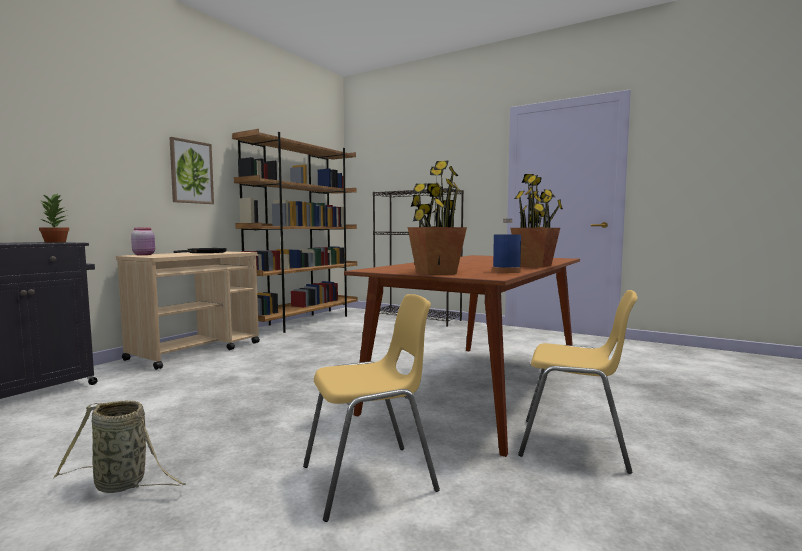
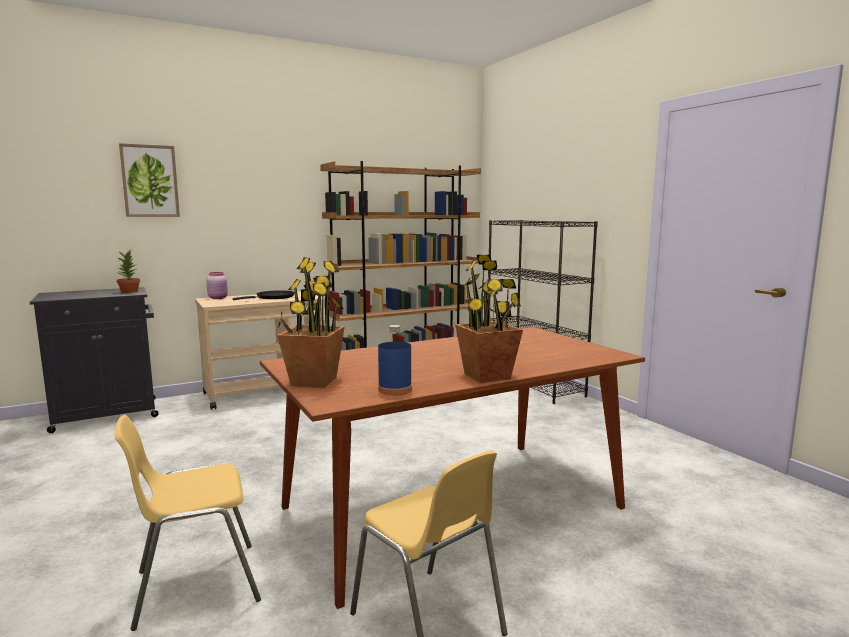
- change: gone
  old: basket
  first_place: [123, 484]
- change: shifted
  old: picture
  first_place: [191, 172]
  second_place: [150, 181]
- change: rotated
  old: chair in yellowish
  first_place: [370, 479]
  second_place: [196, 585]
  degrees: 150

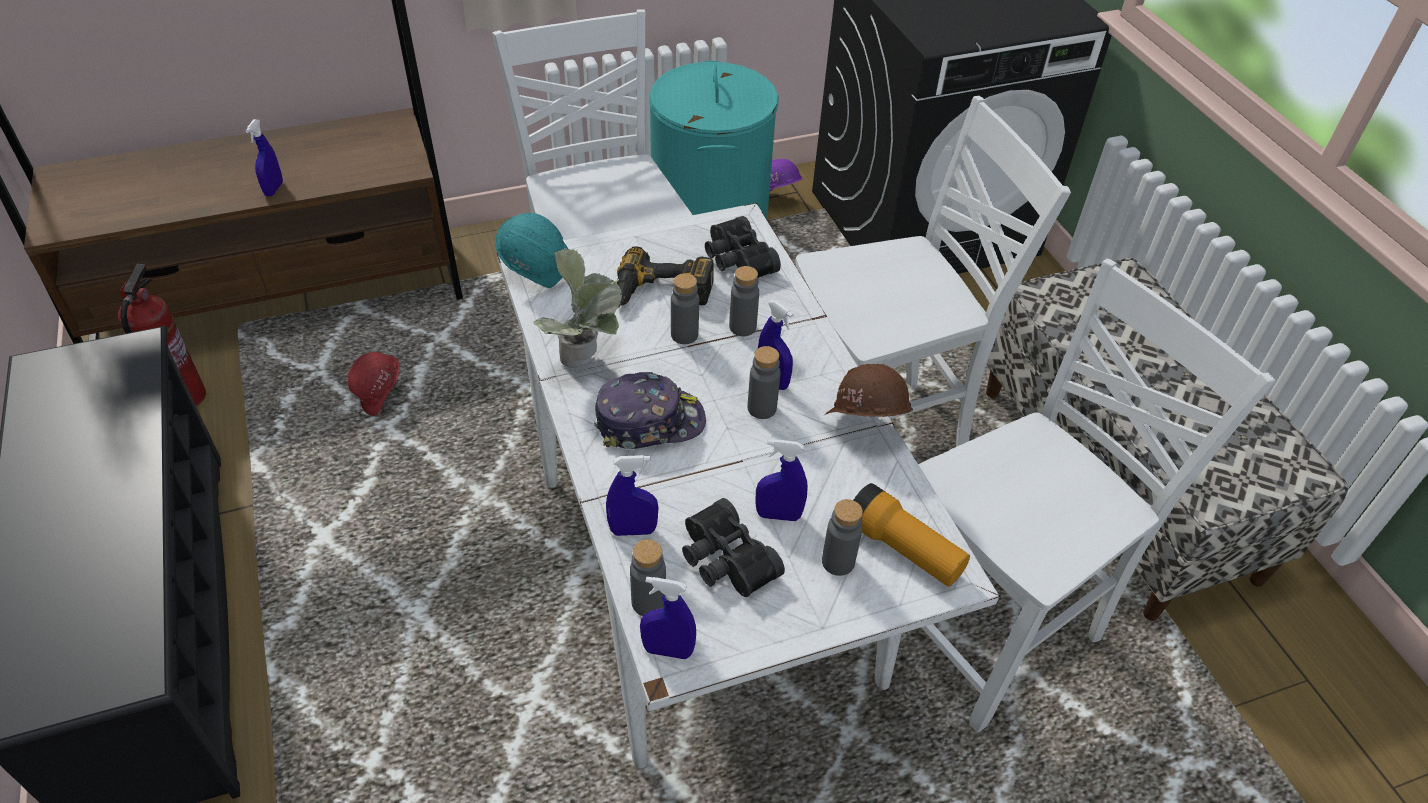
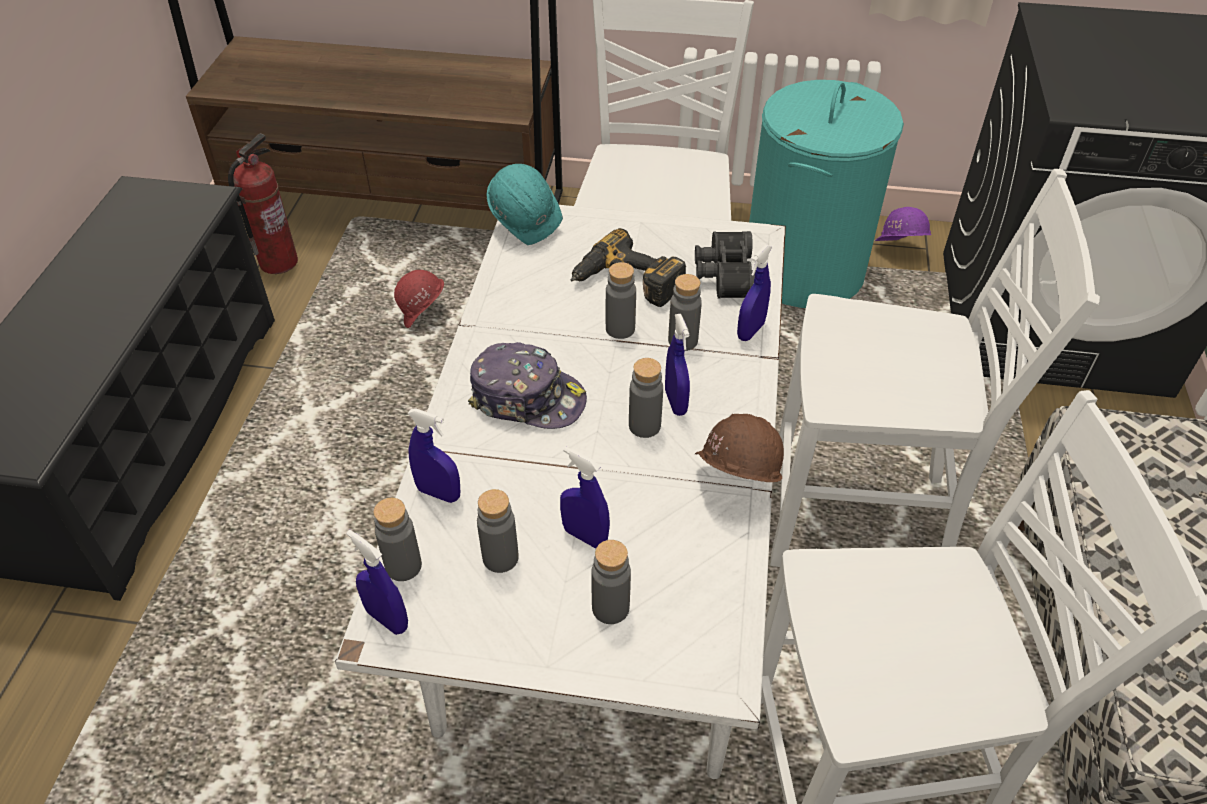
- change: shifted
  old: sprayer in blue-coloured
  first_place: [274, 189]
  second_place: [750, 331]
- change: gone
  old: plant in a pot
  first_place: [587, 360]
- change: swapped
  old: pair of binoculars in black
  new: bottle in grey
  first_place: [724, 561]
  second_place: [500, 558]
- change: gone
  old: hand torch
  first_place: [903, 549]

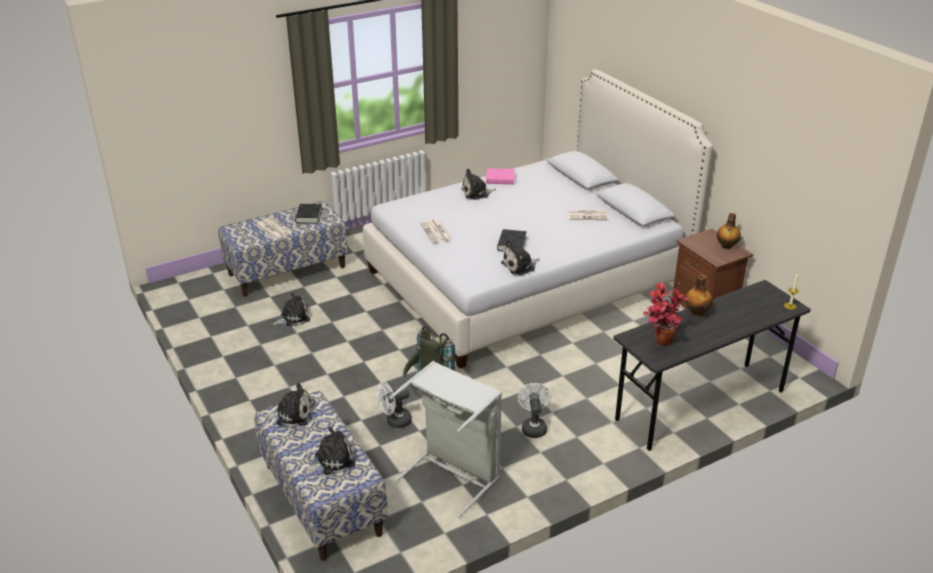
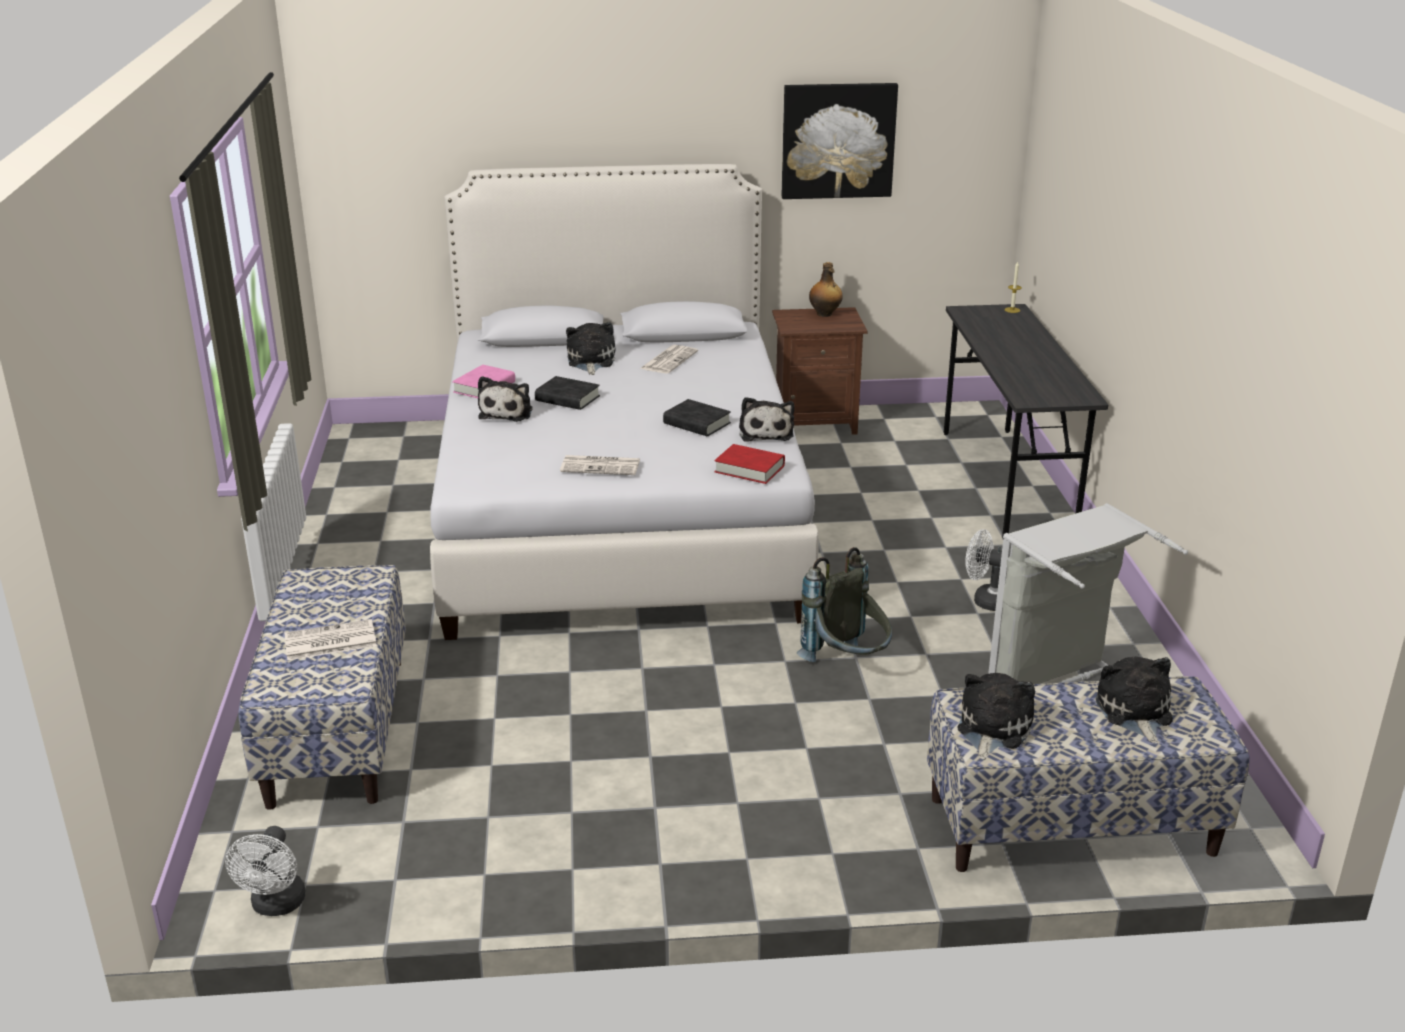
- change: shifted
  old: soft toy
  first_place: [293, 317]
  second_place: [590, 361]
- change: shifted
  old: bound book in black
  first_place: [308, 216]
  second_place: [567, 398]
- change: shifted
  old: electric fan in whitish
  first_place: [394, 421]
  second_place: [276, 906]
- change: gone
  old: plant in a pot
  first_place: [659, 343]
- change: gone
  old: bottle
  first_place: [697, 312]
- change: new
  new: bound book in red
  second_place: [749, 469]
- change: new
  new: picture
  second_place: [838, 140]

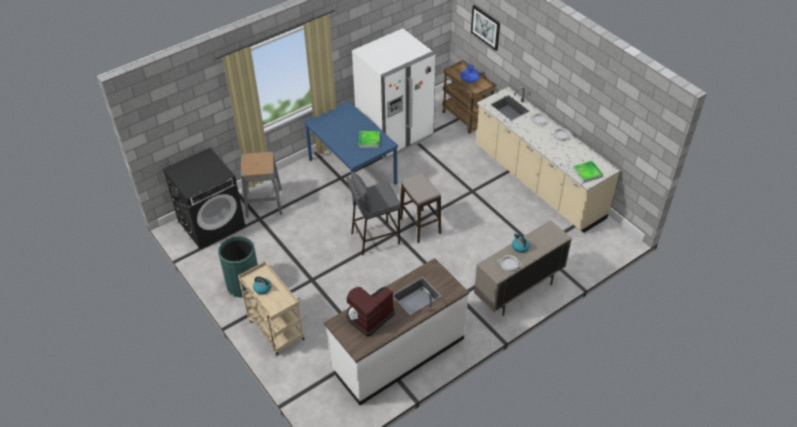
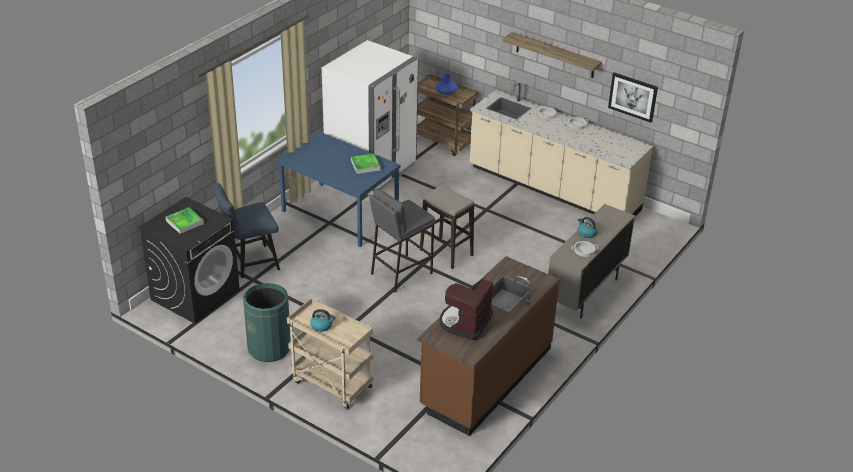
- change: swapped
  old: stool in grey
  new: chair in blue-coloured
  first_place: [264, 203]
  second_place: [250, 263]
- change: repainted
  old: kitchen counter in whitish
  new: kitchen counter in brown-coloured
  first_place: [398, 353]
  second_place: [485, 377]
- change: shifted
  old: picture
  first_place: [485, 27]
  second_place: [633, 97]
- change: shifted
  old: serving tray
  first_place: [587, 173]
  second_place: [184, 222]
- change: new
  new: bracket shelf
  second_place: [555, 55]

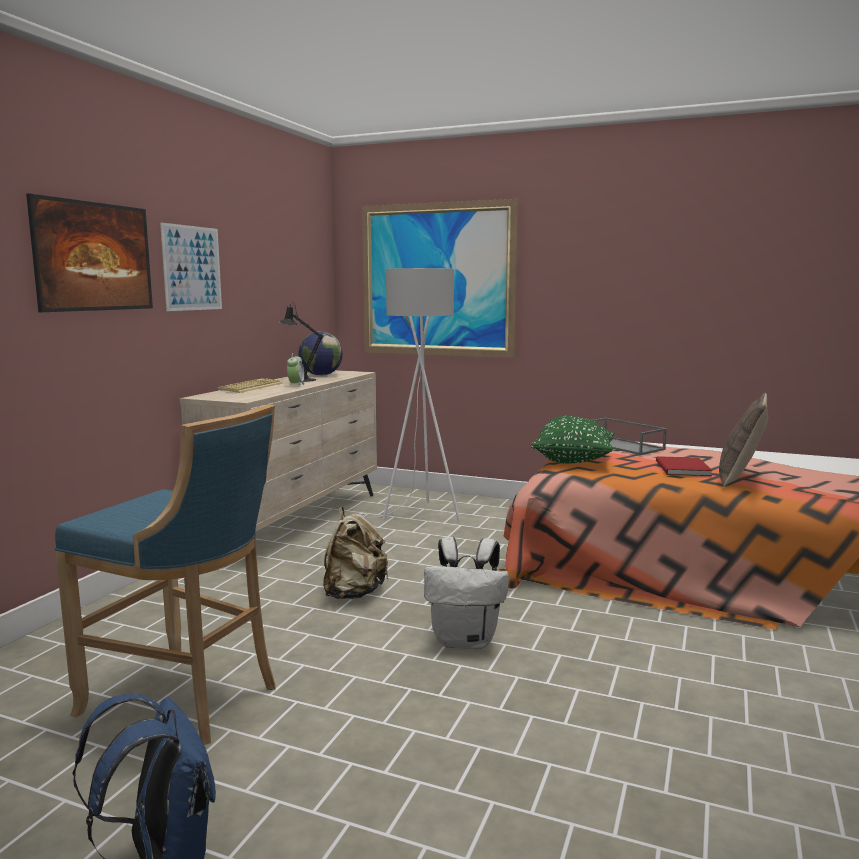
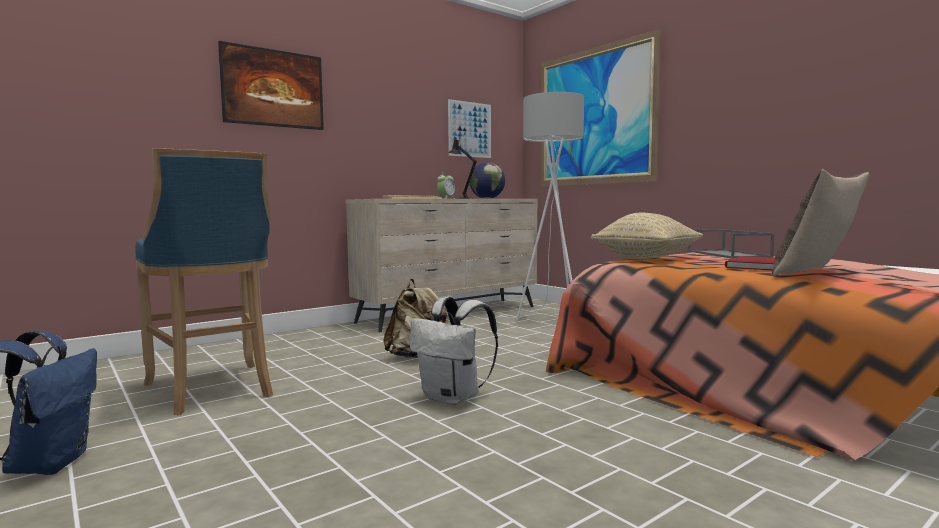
- change: shifted
  old: picture
  first_place: [192, 268]
  second_place: [470, 129]
- change: repainted
  old: pillow in greenish
  new: pillow in sand-coloured
  first_place: [573, 461]
  second_place: [646, 259]

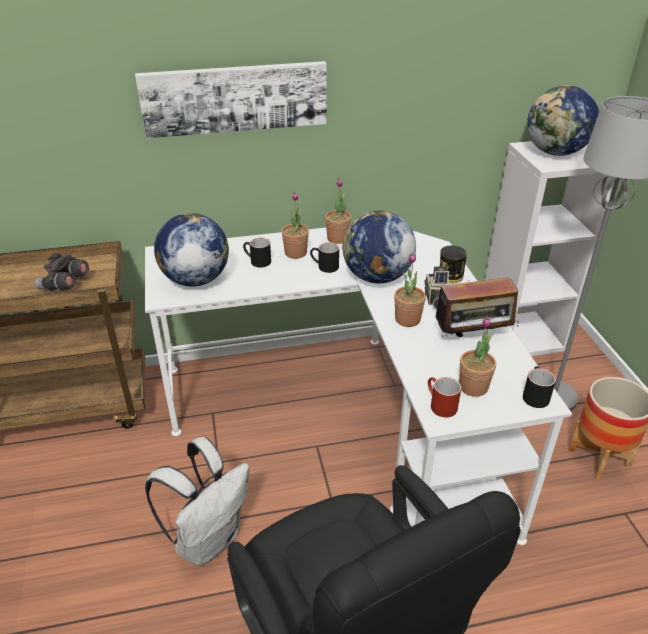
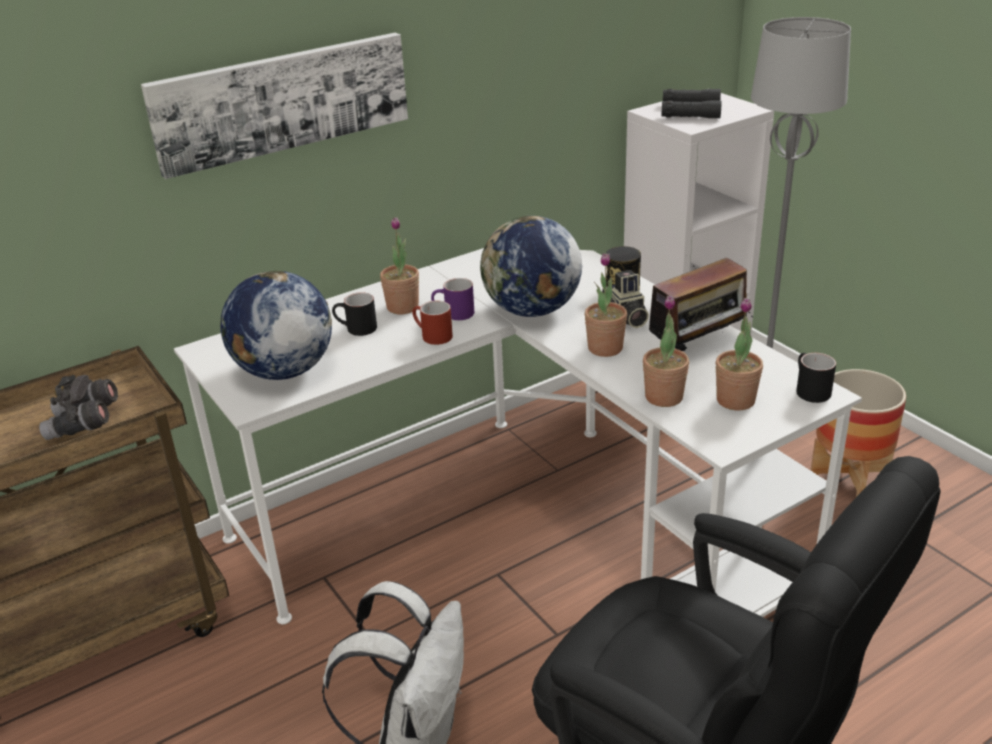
- change: repainted
  old: mug in black
  new: mug in purple-coloured
  first_place: [324, 267]
  second_place: [453, 314]
- change: shifted
  old: plant in a pot
  first_place: [337, 238]
  second_place: [664, 397]
- change: shifted
  old: mug in red
  first_place: [439, 405]
  second_place: [431, 336]
- change: swapped
  old: desk globe
  new: pair of binoculars in black
  first_place: [555, 153]
  second_place: [690, 111]

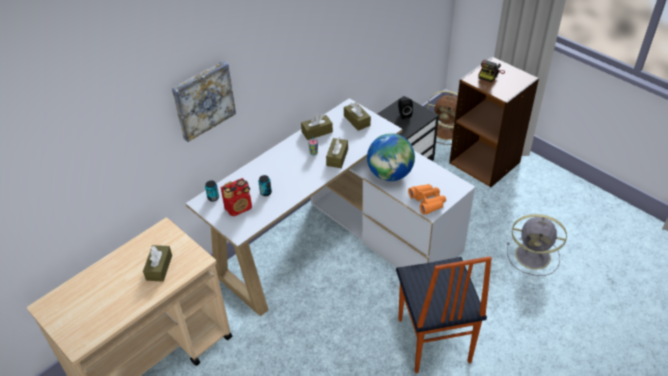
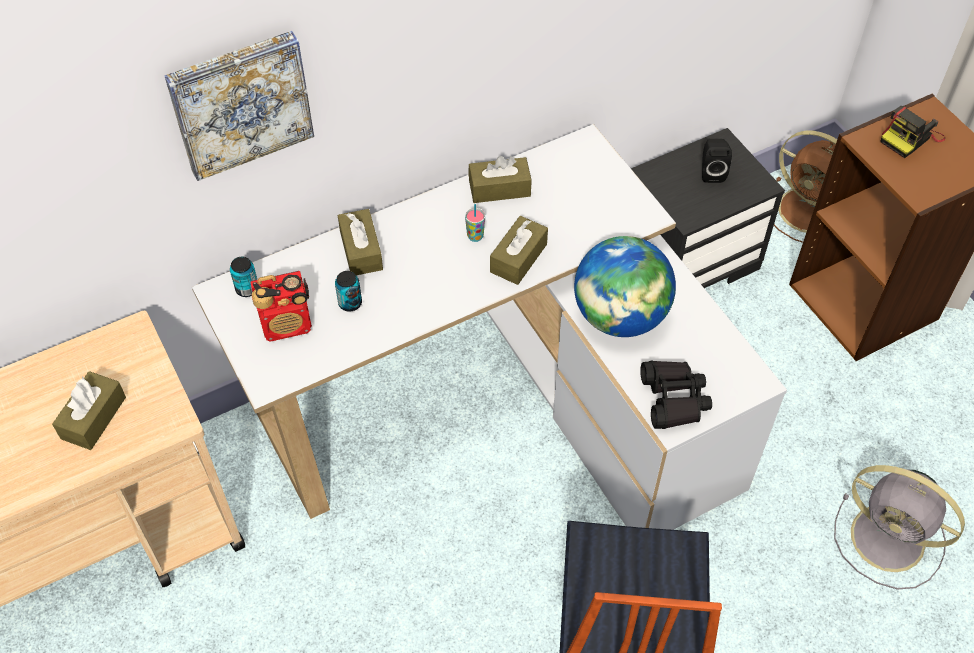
- change: shifted
  old: tissue holder in brown-coloured
  first_place: [357, 121]
  second_place: [361, 250]
- change: repainted
  old: pair of binoculars in orange-coloured
  new: pair of binoculars in black
  first_place: [427, 201]
  second_place: [674, 399]

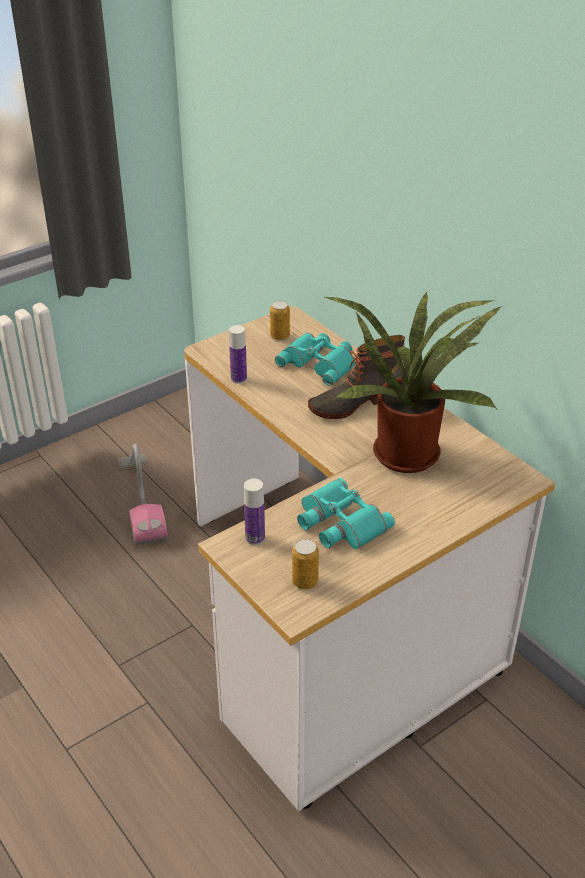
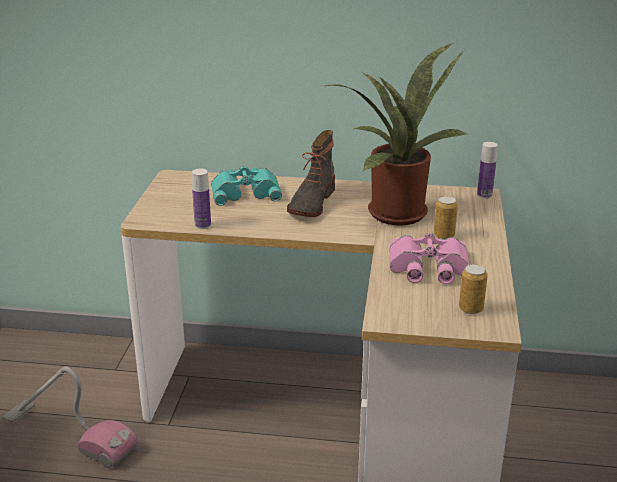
- change: shifted
  old: bottle
  first_place: [255, 538]
  second_place: [484, 195]
- change: shifted
  old: sealed can
  first_place: [280, 336]
  second_place: [444, 235]
- change: repainted
  old: pair of binoculars in turquoise
  new: pair of binoculars in pink
  first_place: [339, 522]
  second_place: [428, 267]

